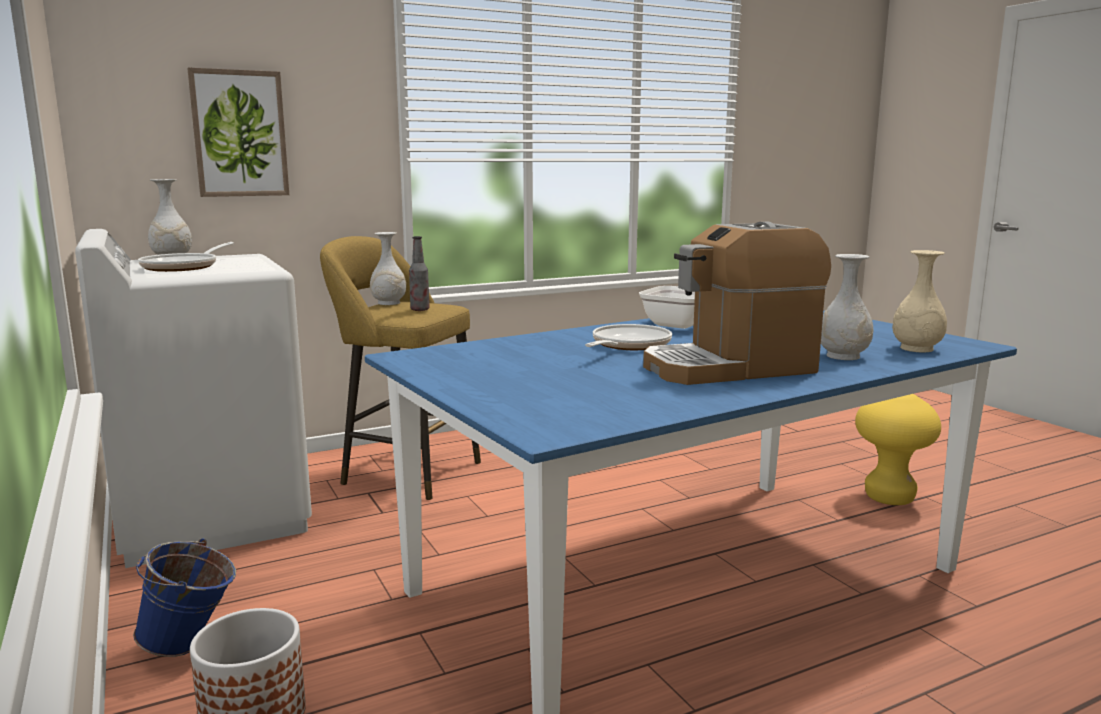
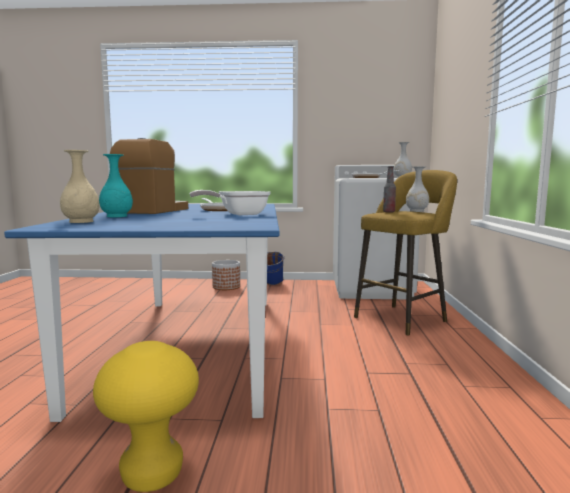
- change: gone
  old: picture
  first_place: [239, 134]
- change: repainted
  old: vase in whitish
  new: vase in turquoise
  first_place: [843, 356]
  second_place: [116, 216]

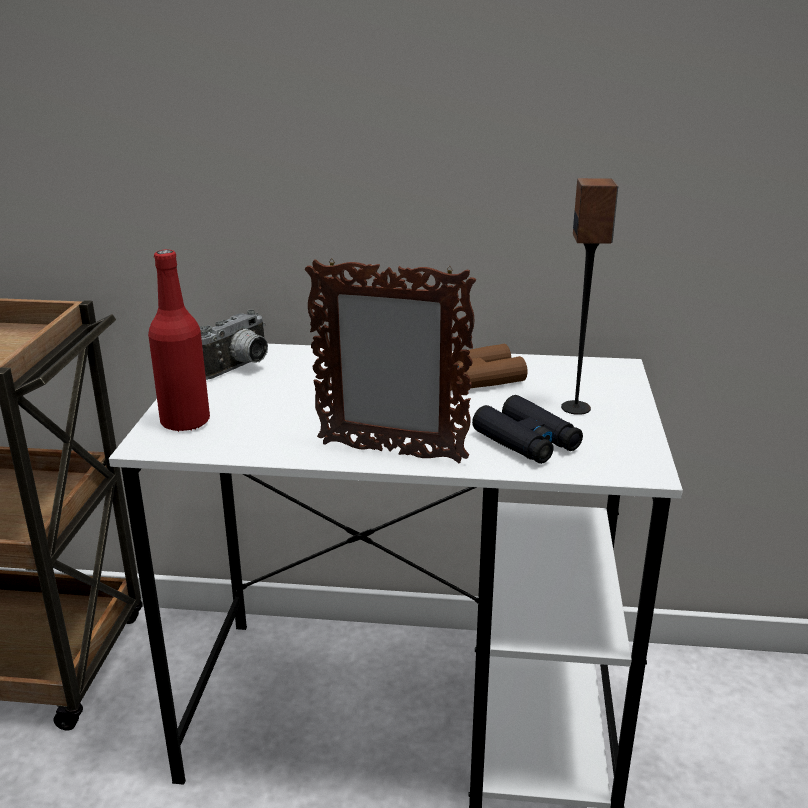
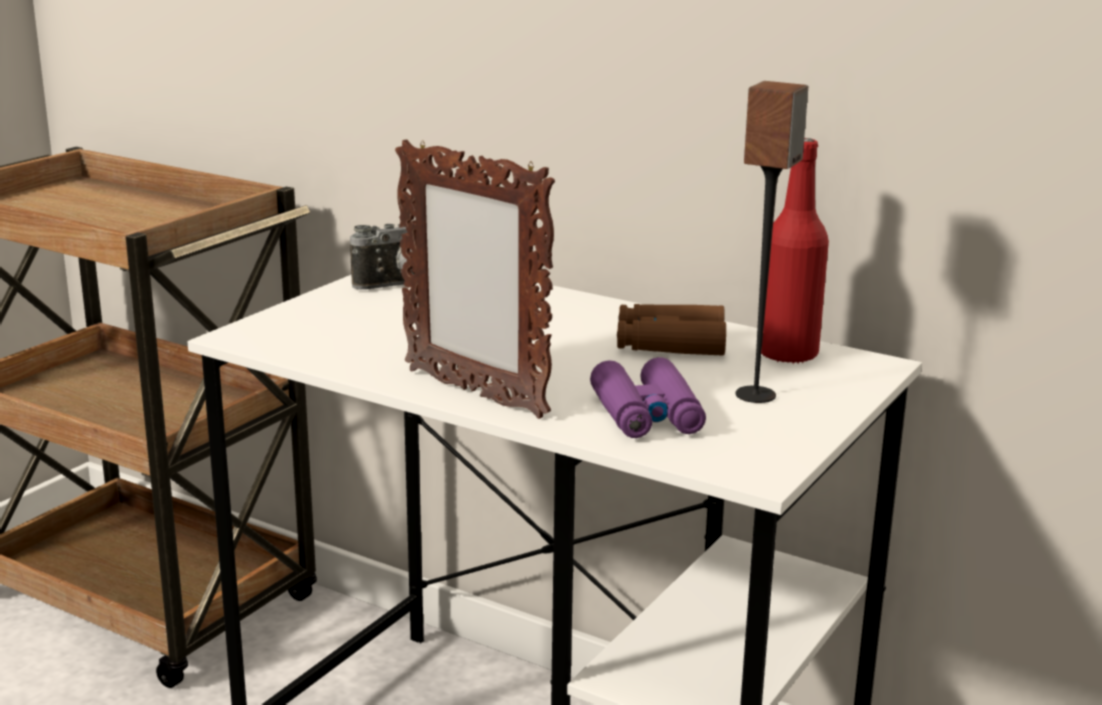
- change: shifted
  old: bottle in red
  first_place: [185, 422]
  second_place: [787, 354]
- change: repainted
  old: pair of binoculars in black
  new: pair of binoculars in purple-coloured
  first_place: [527, 441]
  second_place: [647, 415]

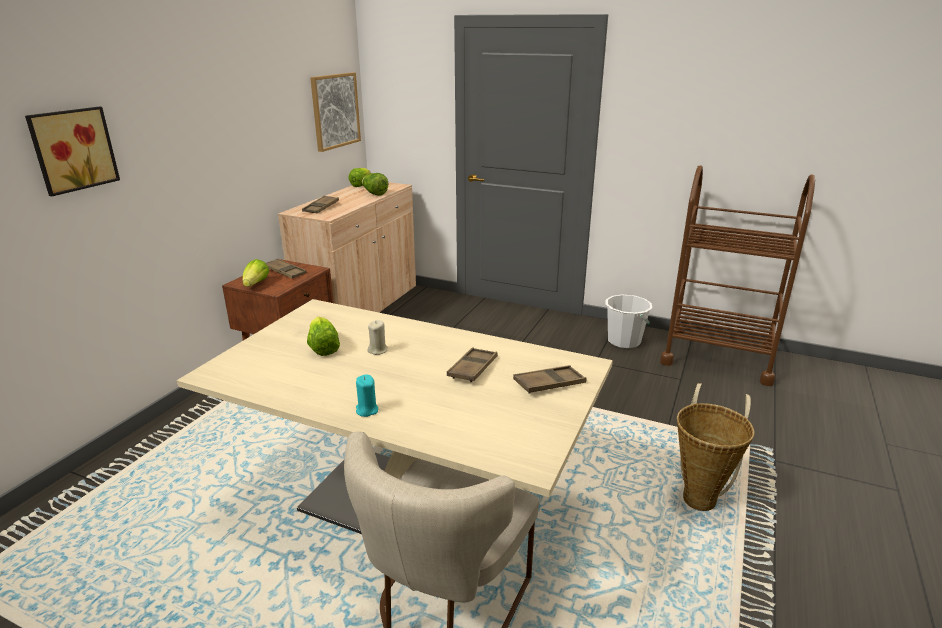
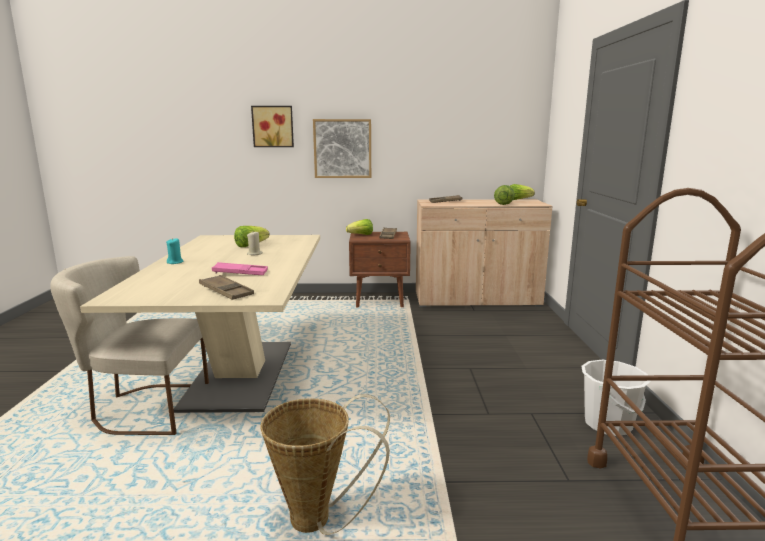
- change: shifted
  old: picture
  first_place: [335, 111]
  second_place: [342, 148]
- change: repainted
  old: serving tray in brown-coloured
  new: serving tray in pink
  first_place: [473, 368]
  second_place: [240, 273]

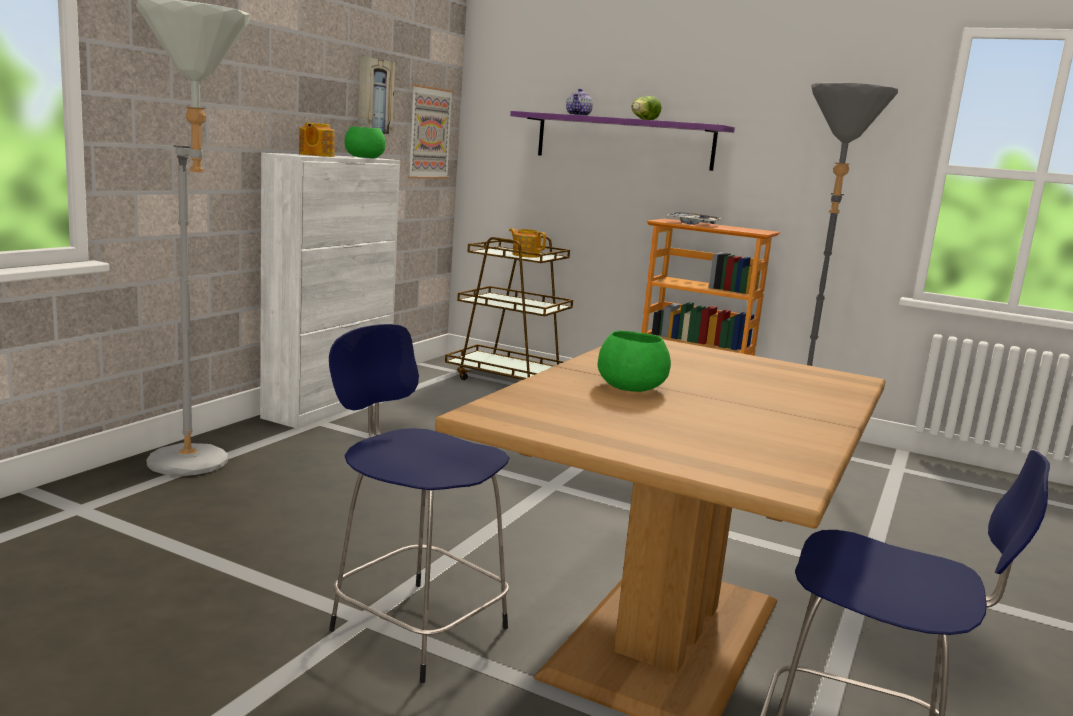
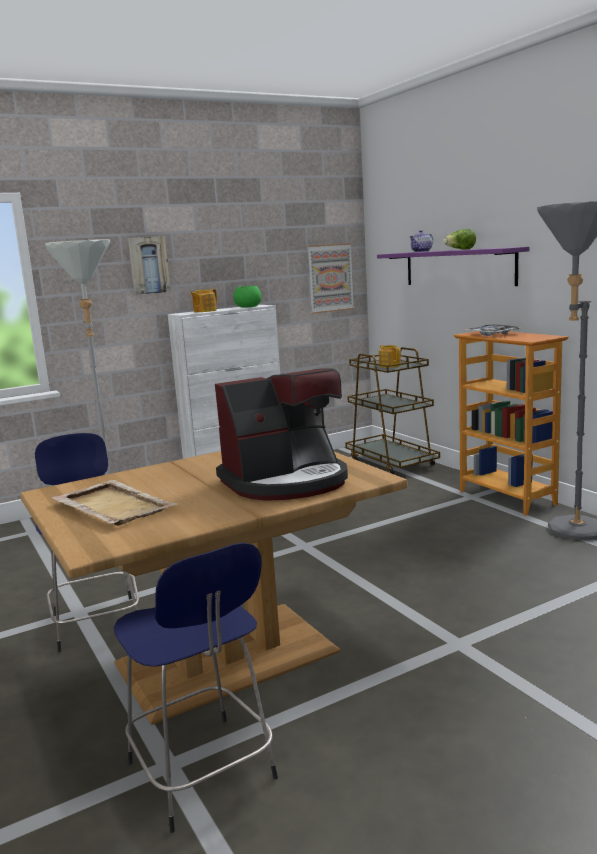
- change: shifted
  old: picture
  first_place: [374, 96]
  second_place: [149, 265]
- change: gone
  old: deep dish in greenish
  first_place: [629, 387]
- change: new
  new: serving tray in sand-coloured
  second_place: [113, 506]
- change: new
  new: coffee maker
  second_place: [286, 481]

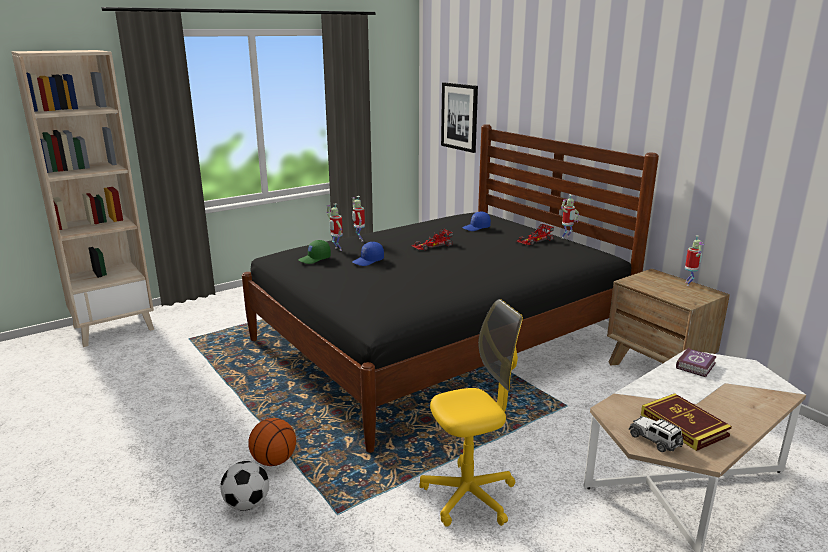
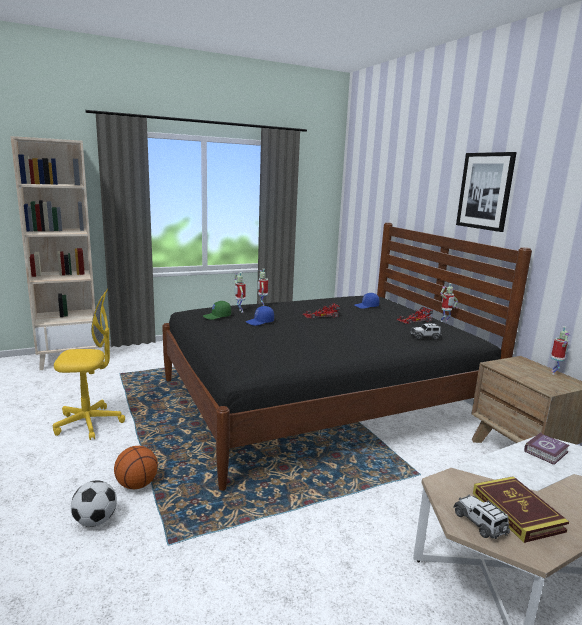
- change: shifted
  old: computer chair in yellowish
  first_place: [469, 496]
  second_place: [89, 423]
- change: shifted
  old: picture
  first_place: [459, 117]
  second_place: [485, 191]
- change: new
  new: model car
  second_place: [425, 337]

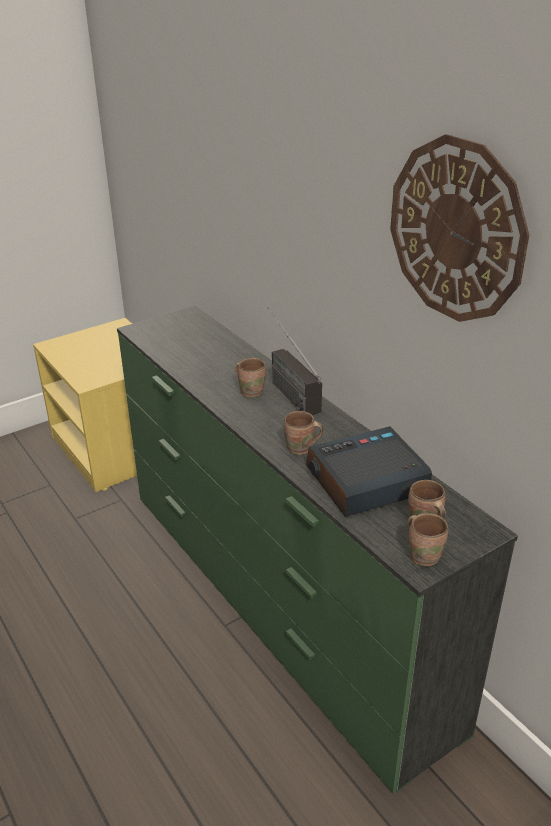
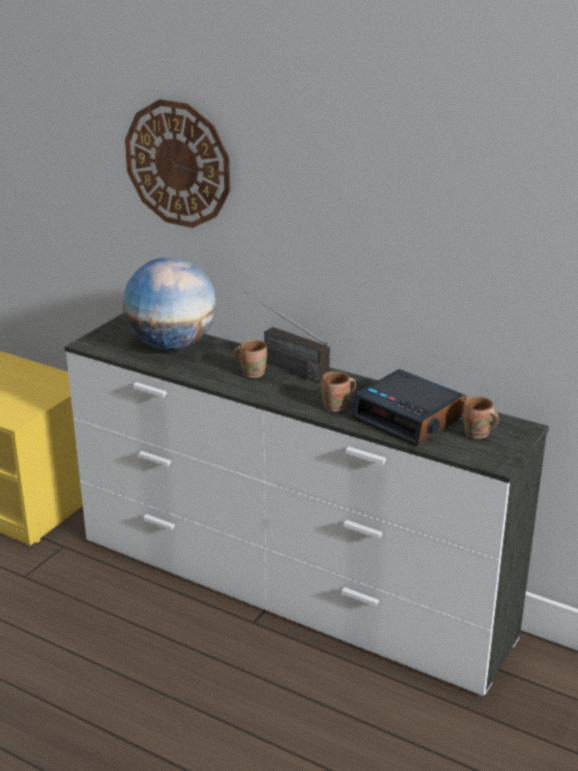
- change: repainted
  old: dresser in greenish
  new: dresser in whitish
  first_place: [278, 601]
  second_place: [290, 588]
- change: rotated
  old: bedside clock
  first_place: [365, 482]
  second_place: [410, 418]
  degrees: -90
- change: shifted
  old: wall clock
  first_place: [456, 231]
  second_place: [178, 164]
- change: gone
  old: mug in brown-coloured
  first_place: [424, 555]
- change: new
  new: desk globe
  second_place: [172, 345]

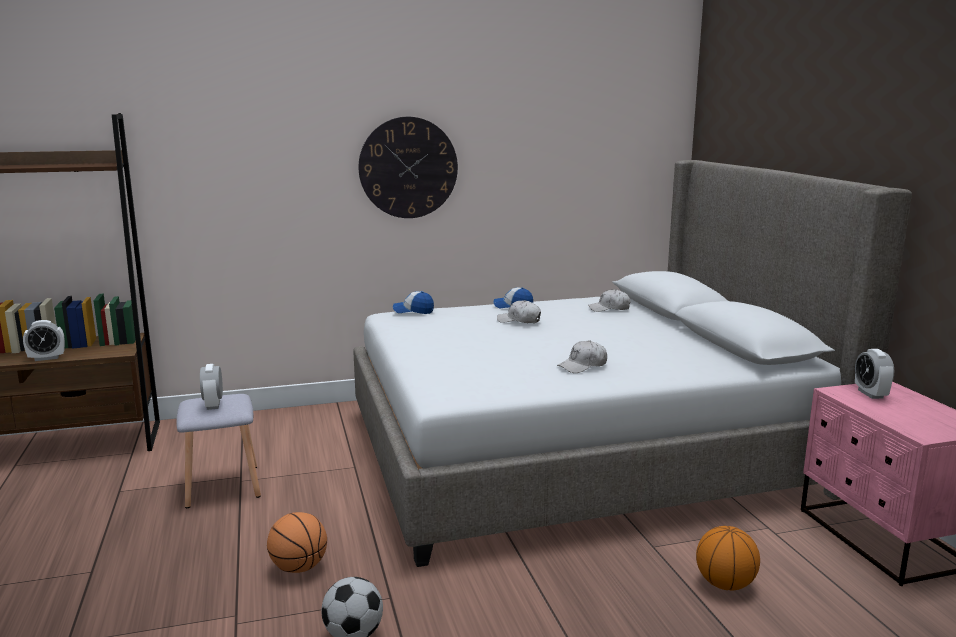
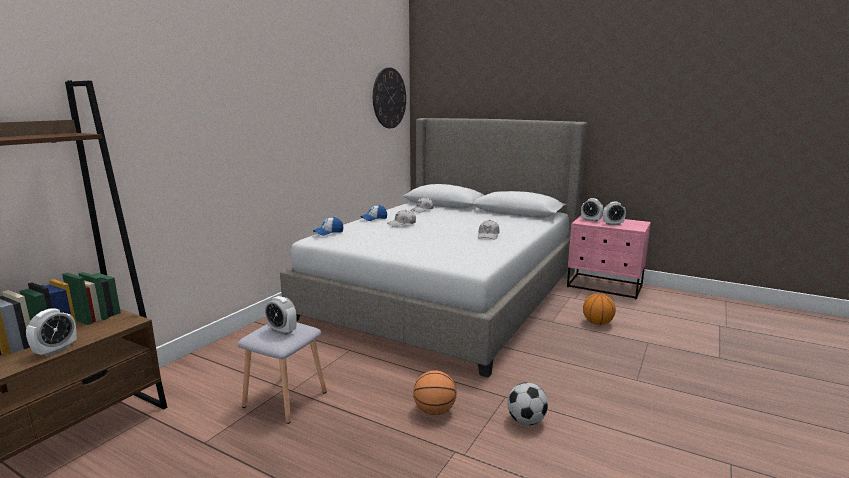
- change: shifted
  old: wall clock
  first_place: [408, 168]
  second_place: [389, 98]
- change: new
  new: bedside clock
  second_place: [613, 224]

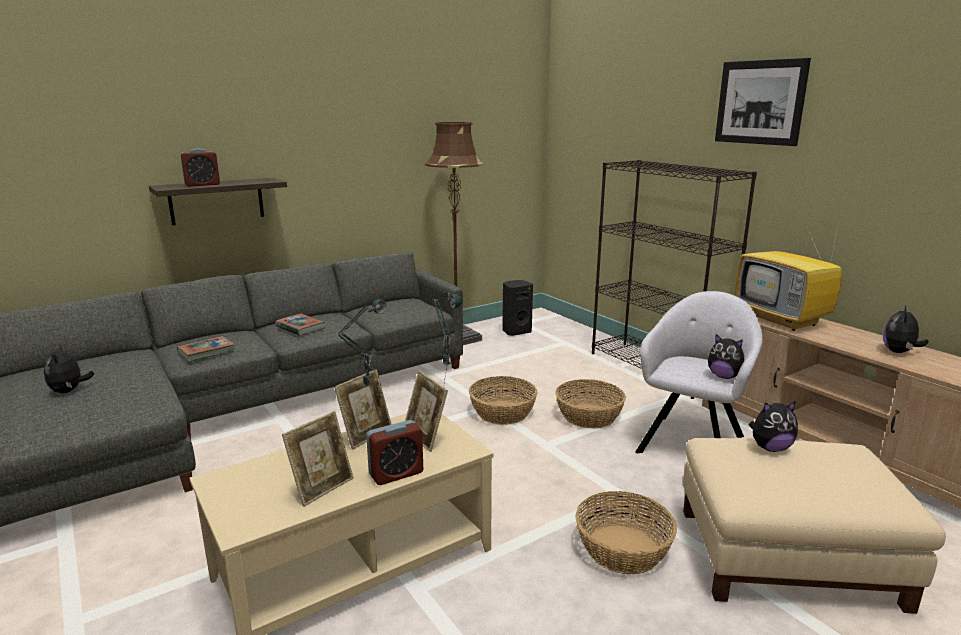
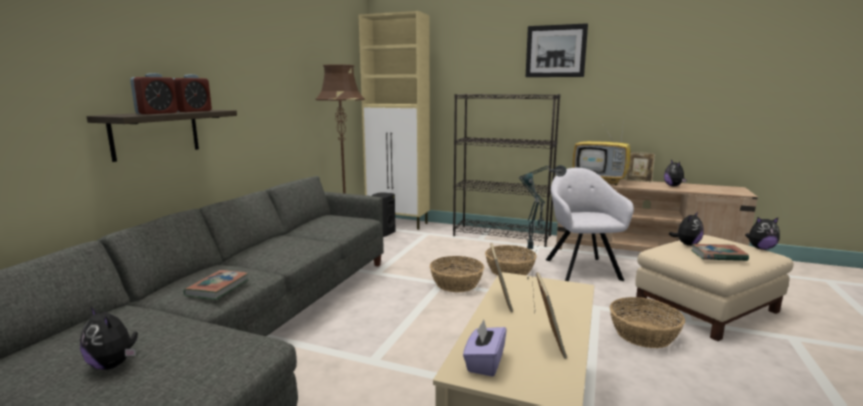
- change: shifted
  old: bound book
  first_place: [300, 328]
  second_place: [718, 255]
- change: shifted
  old: bedside clock
  first_place: [396, 474]
  second_place: [193, 111]
- change: shifted
  old: picture frame
  first_place: [425, 437]
  second_place: [638, 180]
- change: shifted
  old: soft toy
  first_place: [724, 376]
  second_place: [760, 248]
- change: new
  new: cupboard in sand-coloured
  second_place: [398, 223]
- change: new
  new: tissue holder in purple-coloured
  second_place: [484, 363]

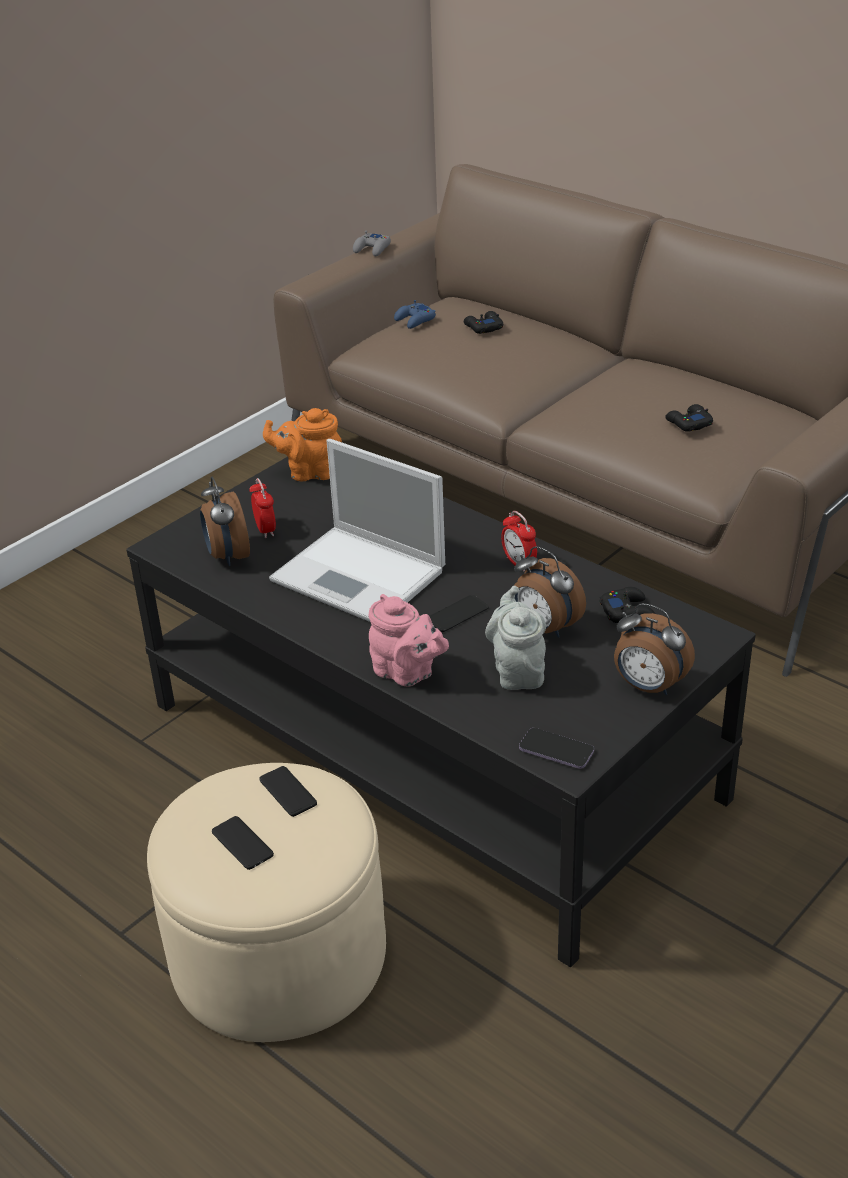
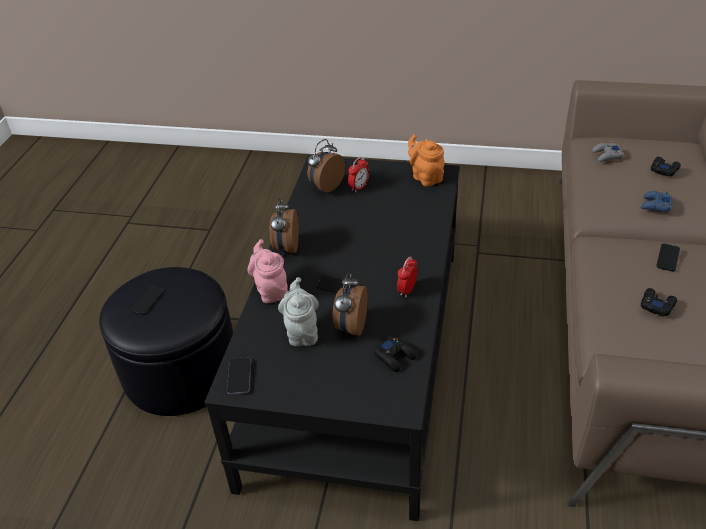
- change: repainted
  old: ottoman in sand-coloured
  new: ottoman in black
  first_place: [278, 954]
  second_place: [181, 370]
- change: shifted
  old: handset
  first_place: [288, 792]
  second_place: [668, 258]
- change: gone
  old: portable computer
  first_place: [361, 576]
- change: shifted
  old: joypad in grey
  first_place: [372, 249]
  second_place: [606, 155]
- change: rotated
  old: pot for tea in pink
  first_place: [407, 673]
  second_place: [271, 290]
  degrees: 150
- change: shifted
  old: joypad in blue-coloured
  first_place: [415, 320]
  second_place: [655, 205]
- change: rotated
  old: pot for tea in grey
  first_place: [518, 671]
  second_place: [302, 332]
  degrees: -60
- change: shifted
  old: bedside clock
  first_place: [648, 686]
  second_place: [286, 248]

